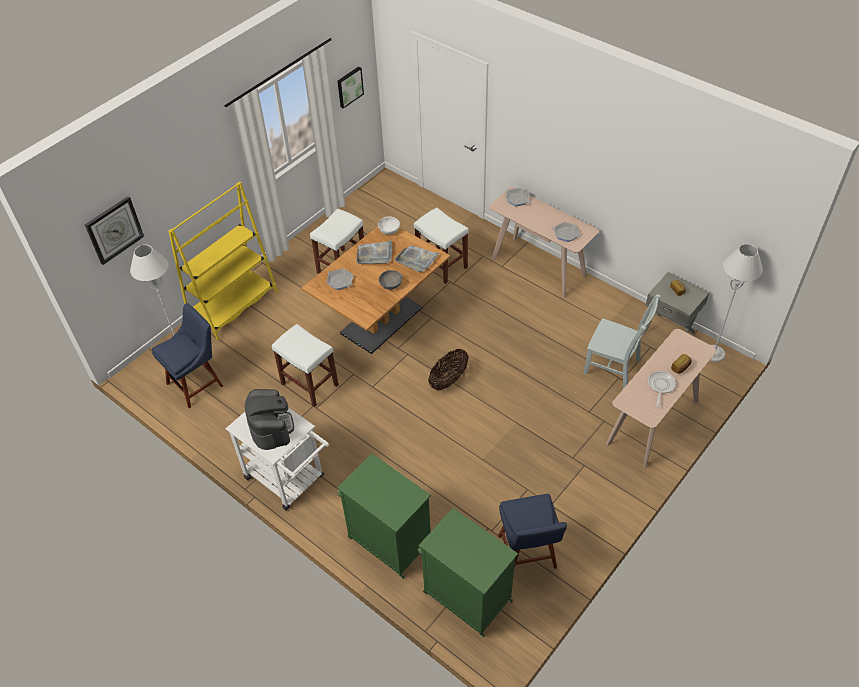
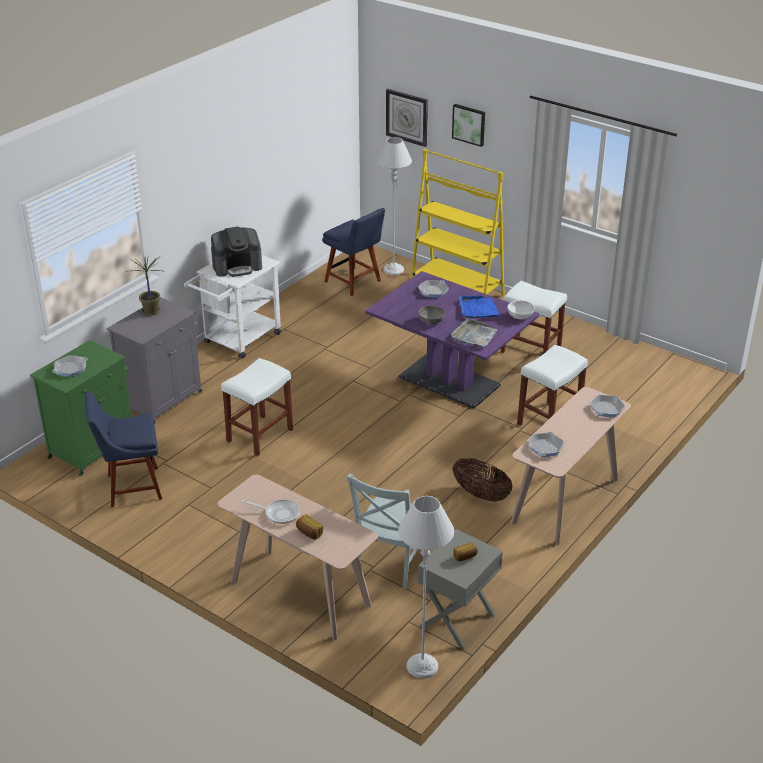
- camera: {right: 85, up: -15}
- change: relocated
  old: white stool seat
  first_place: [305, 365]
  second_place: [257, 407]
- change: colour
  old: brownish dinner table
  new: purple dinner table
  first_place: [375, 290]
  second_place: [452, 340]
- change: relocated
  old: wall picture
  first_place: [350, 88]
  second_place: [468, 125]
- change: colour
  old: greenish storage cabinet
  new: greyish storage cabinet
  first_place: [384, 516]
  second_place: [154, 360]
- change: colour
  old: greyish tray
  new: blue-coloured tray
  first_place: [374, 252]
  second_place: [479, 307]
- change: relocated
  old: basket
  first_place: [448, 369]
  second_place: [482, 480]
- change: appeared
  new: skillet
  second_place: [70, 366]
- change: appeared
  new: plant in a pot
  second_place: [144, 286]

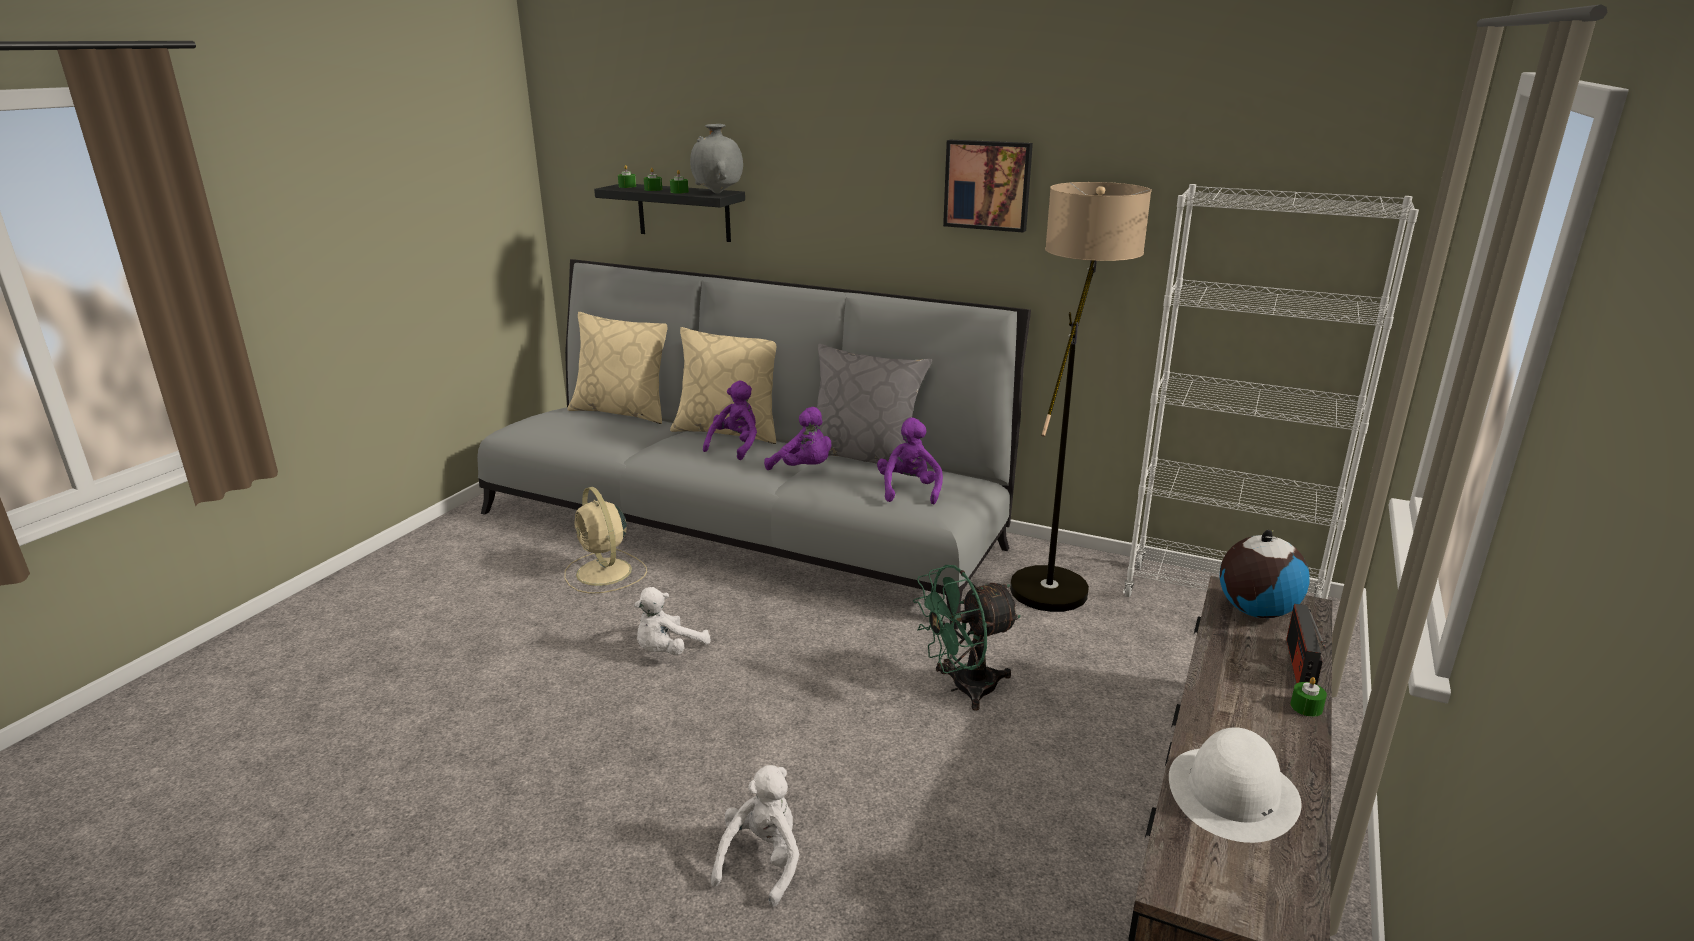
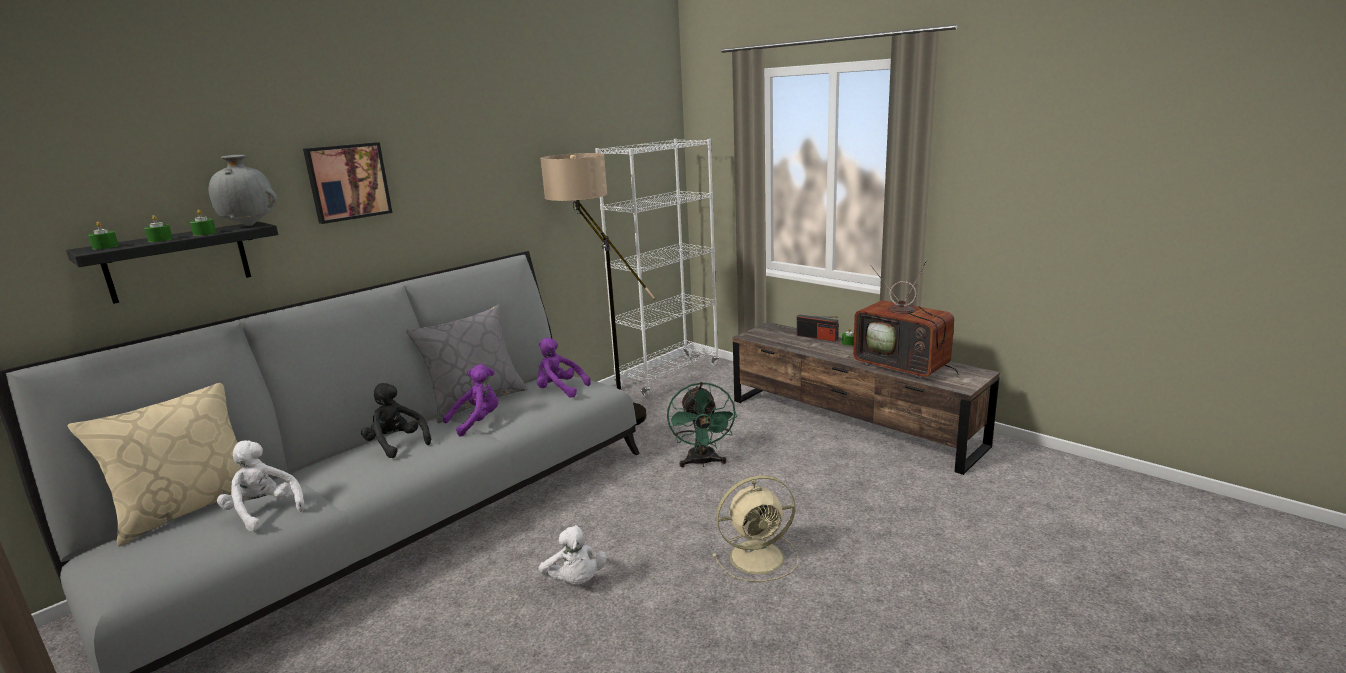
- camera: {right: -70, up: -5}
- change: relocated
  old: beige fan
  first_place: [605, 540]
  second_place: [756, 529]
- change: missing
  old: beige cushion
  first_place: [723, 385]
- change: colour
  old: purple cuddly toy
  new: black-coloured cuddly toy
  first_place: [730, 420]
  second_place: [396, 420]
- change: relocated
  old: white cuddly toy
  first_place: [755, 836]
  second_place: [260, 485]
- change: relocated
  old: wall picture
  first_place: [988, 185]
  second_place: [347, 183]
- change: exchanged
  old: white clothing hat
  new: TV
  first_place: [1235, 785]
  second_place: [906, 319]
- change: missing
  old: globe
  first_place: [1264, 574]

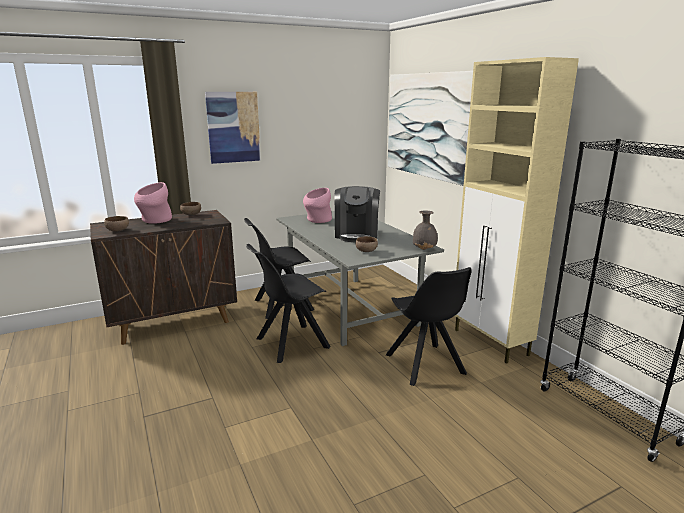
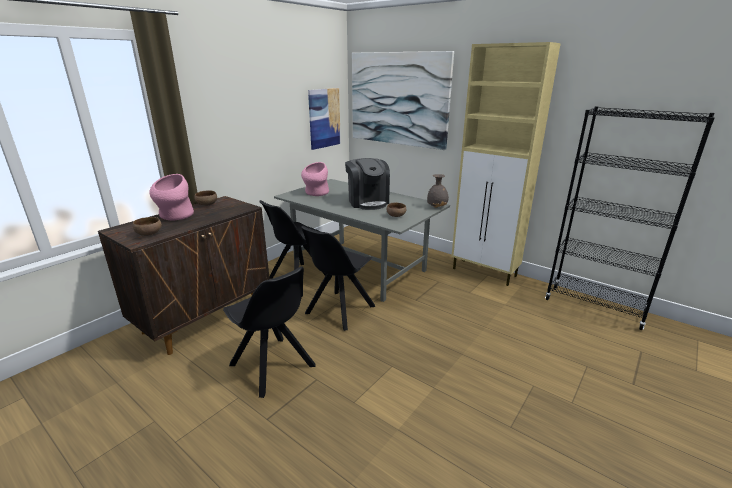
- camera: {right: -25, up: 5}
- change: relocated
  old: wall picture
  first_place: [233, 128]
  second_place: [324, 119]
- change: relocated
  old: black-coloured chair
  first_place: [429, 326]
  second_place: [269, 332]

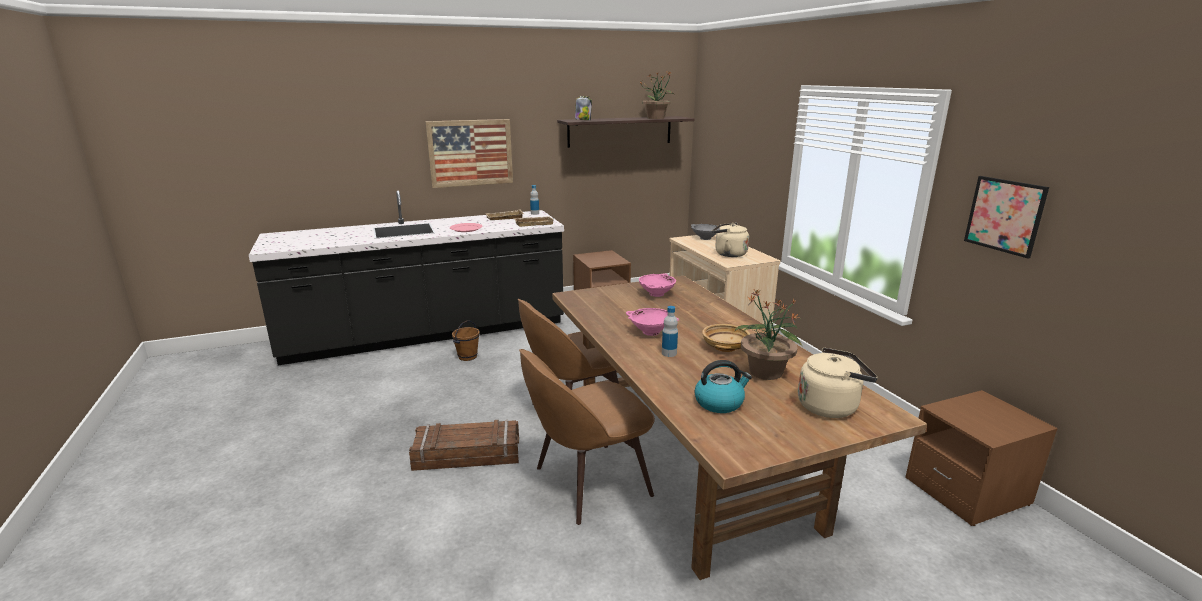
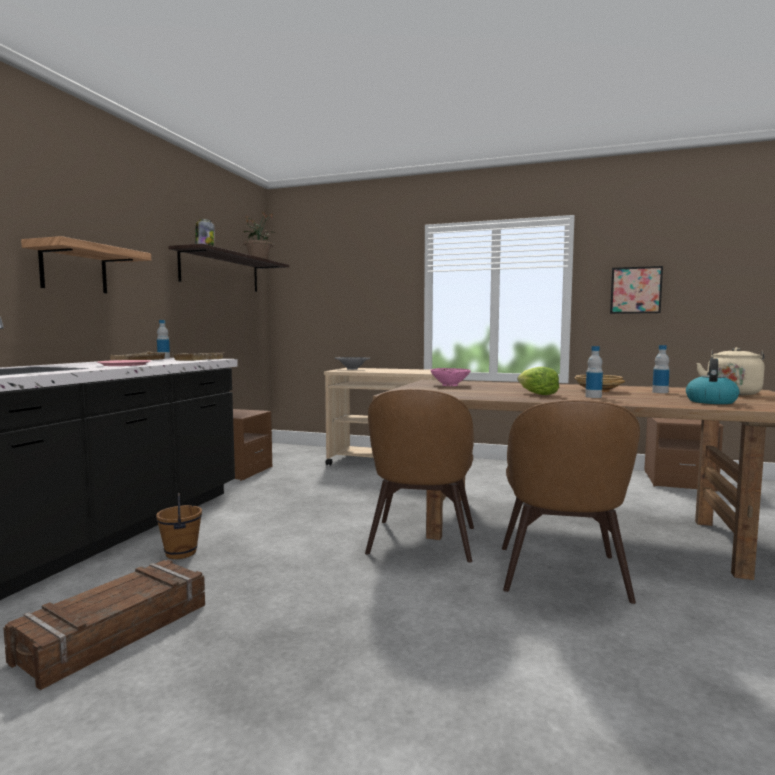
- camera: {right: -50, up: -15}
- change: relocated
  old: crate
  first_place: [464, 445]
  second_place: [104, 624]
- change: exchanged
  old: wall picture
  new: bracket shelf
  first_place: [469, 153]
  second_place: [86, 264]
- change: exchanged
  old: pink-coloured deep dish
  new: head of lettuce
  first_place: [652, 322]
  second_place: [538, 381]
- change: missing
  old: beige tea kettle
  first_place: [730, 240]
- change: exchanged
  old: plant in a pot
  new: beverage bottle
  first_place: [769, 335]
  second_place: [661, 369]

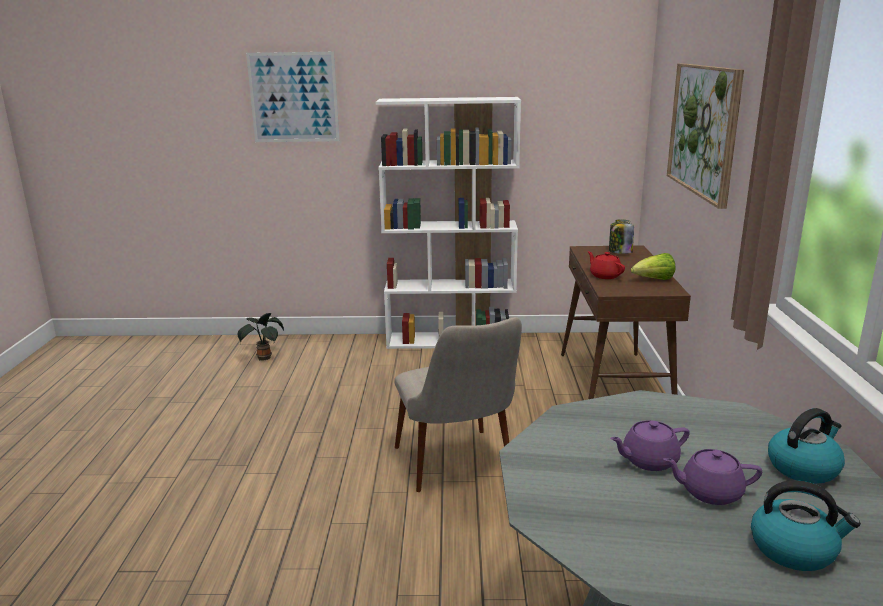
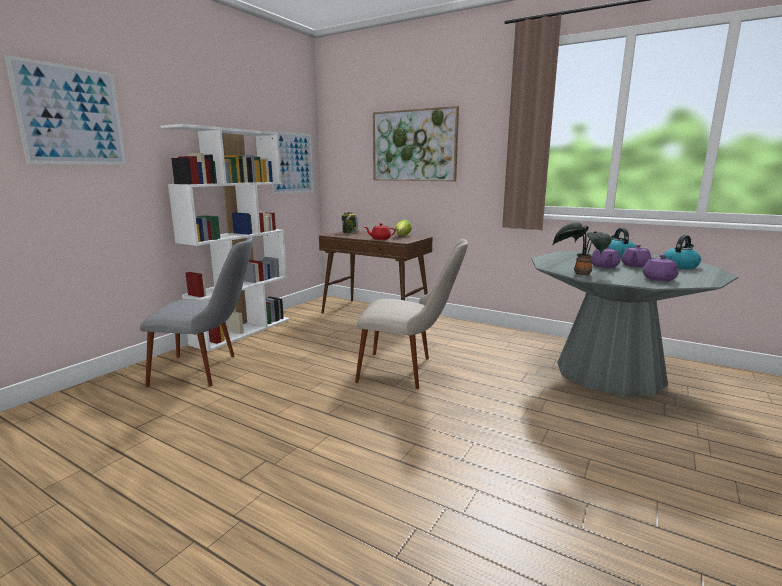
- camera: {right: -60, up: -5}
- change: relocated
  old: plant in a pot
  first_place: [261, 337]
  second_place: [582, 249]
- change: appeared
  new: greyish chair
  second_place: [196, 312]
- change: appeared
  new: wall picture
  second_place: [290, 162]
- change: appeared
  new: purple teapot
  second_place: [660, 268]

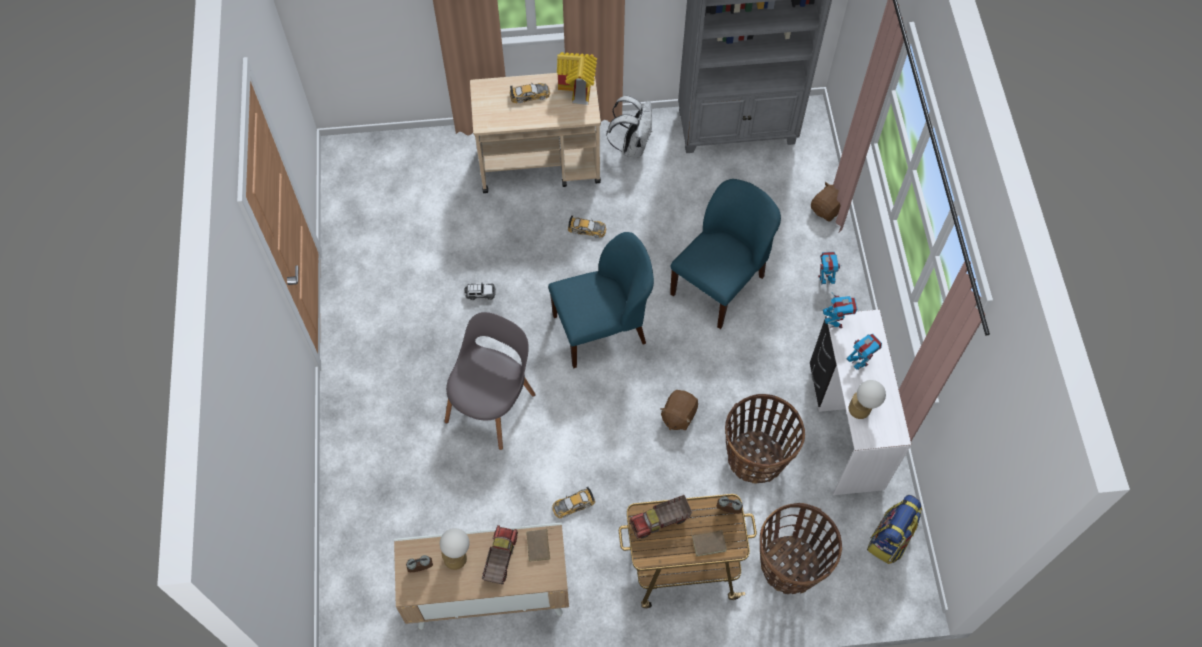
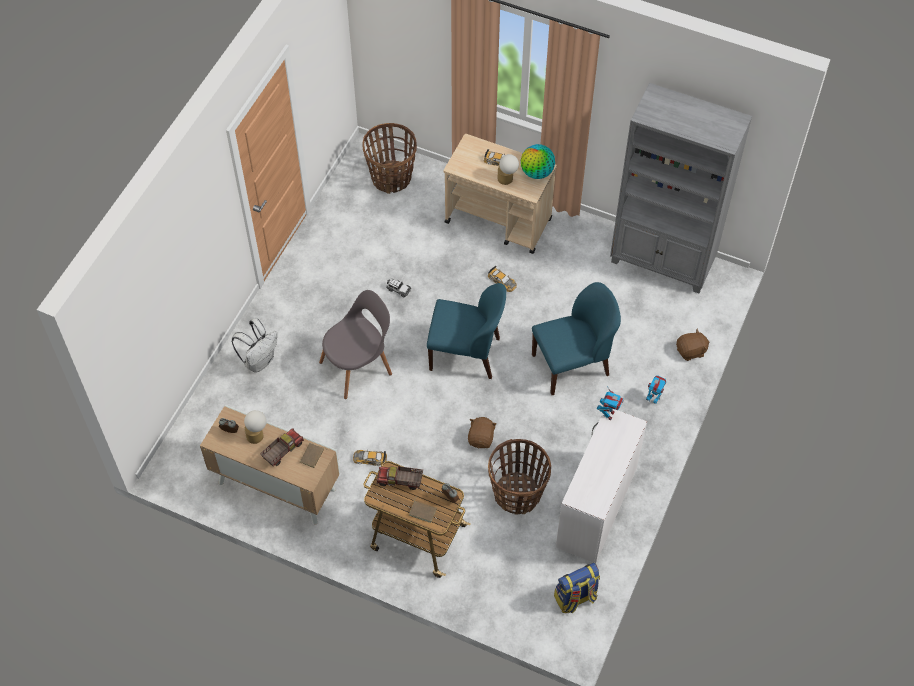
- camera: {right: 30, up: -5}
- change: exchanged
  old: model house
  new: globe
  first_place: [577, 78]
  second_place: [538, 161]
- change: relocated
  old: white rucksack
  first_place: [629, 127]
  second_place: [255, 345]
- change: spun
  old: brownish cuddly toy
  first_place: [679, 410]
  second_place: [482, 433]
  degrees: 135
- change: relocated
  old: basket
  first_place: [801, 548]
  second_place: [389, 158]
- change: missing
  old: robot figure
  first_place: [864, 352]
- change: relocated
  old: lamp for a table
  first_place: [867, 399]
  second_place: [508, 169]

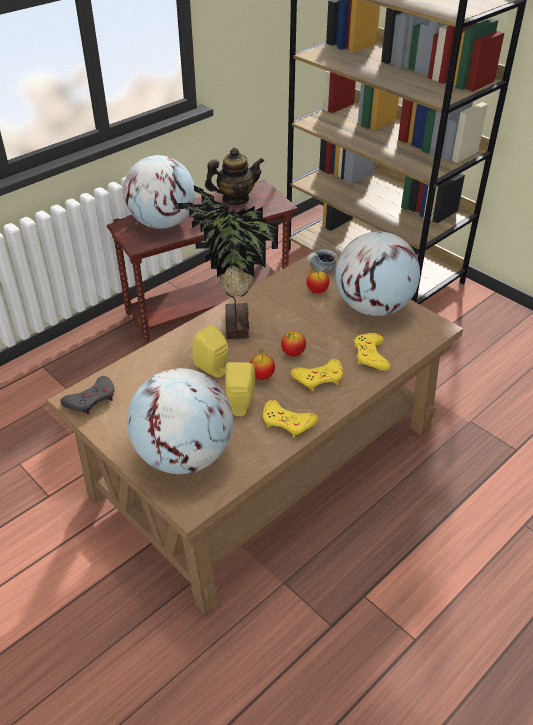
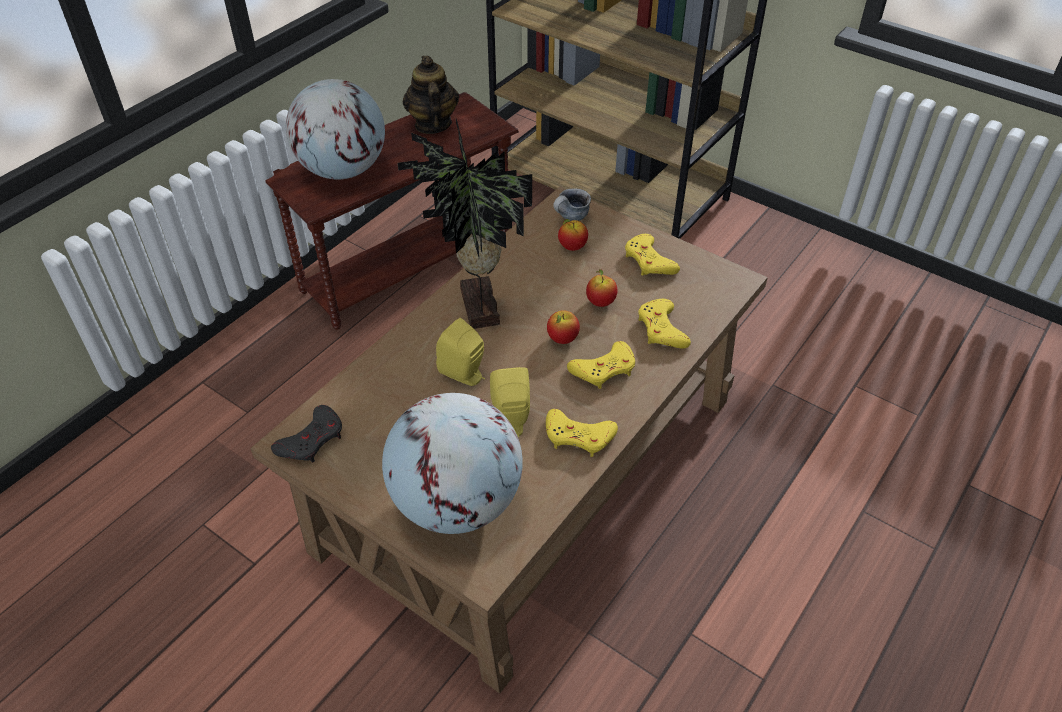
- camera: {right: -10, up: 5}
- change: spun
  old: teapot
  first_place: [234, 176]
  second_place: [431, 95]
  degrees: -75
- change: relocated
  old: whole apple
  first_place: [262, 364]
  second_place: [602, 288]
- change: exchanged
  old: globe
  new: yellow-coloured gamepad
  first_place: [378, 273]
  second_place: [652, 255]

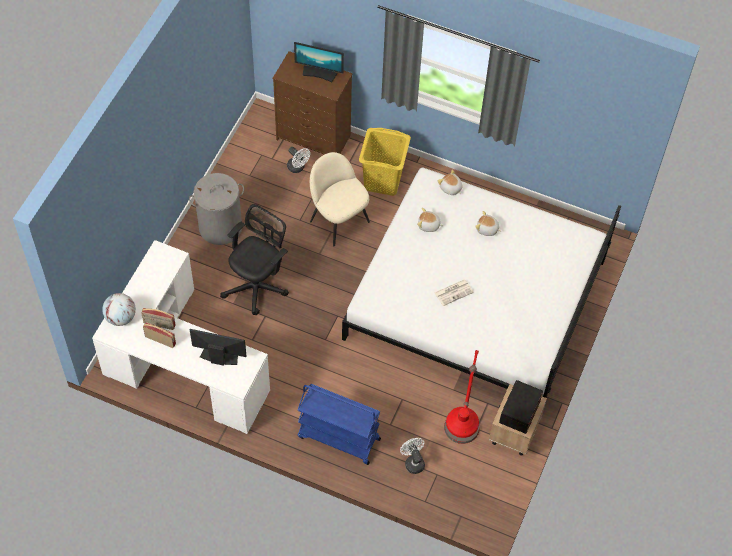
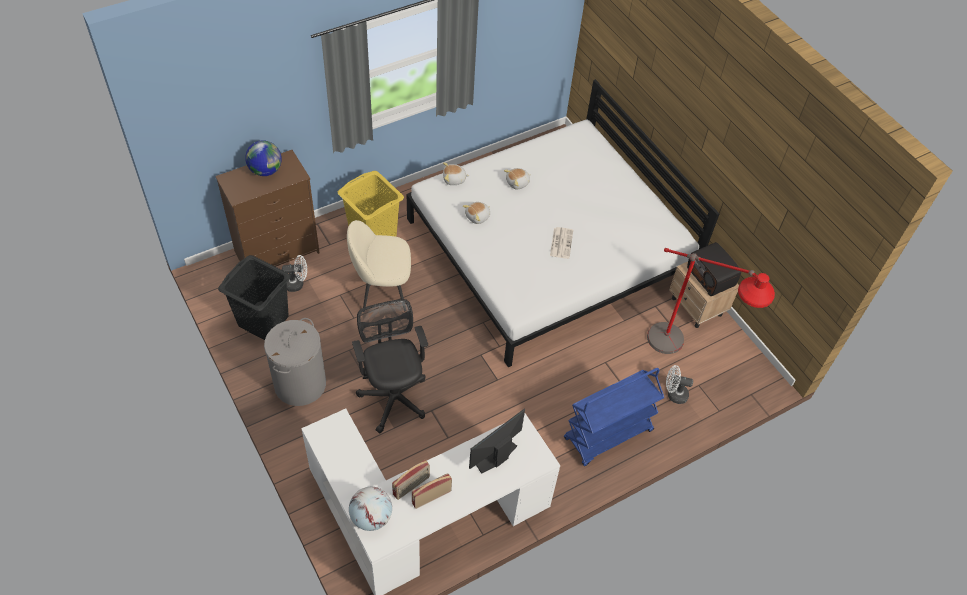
- camera: {right: -55, up: -5}
- change: exchanged
  old: computer screen
  new: globe
  first_place: [319, 62]
  second_place: [263, 158]
- change: appeared
  new: black-coloured washing basket
  second_place: [254, 297]

